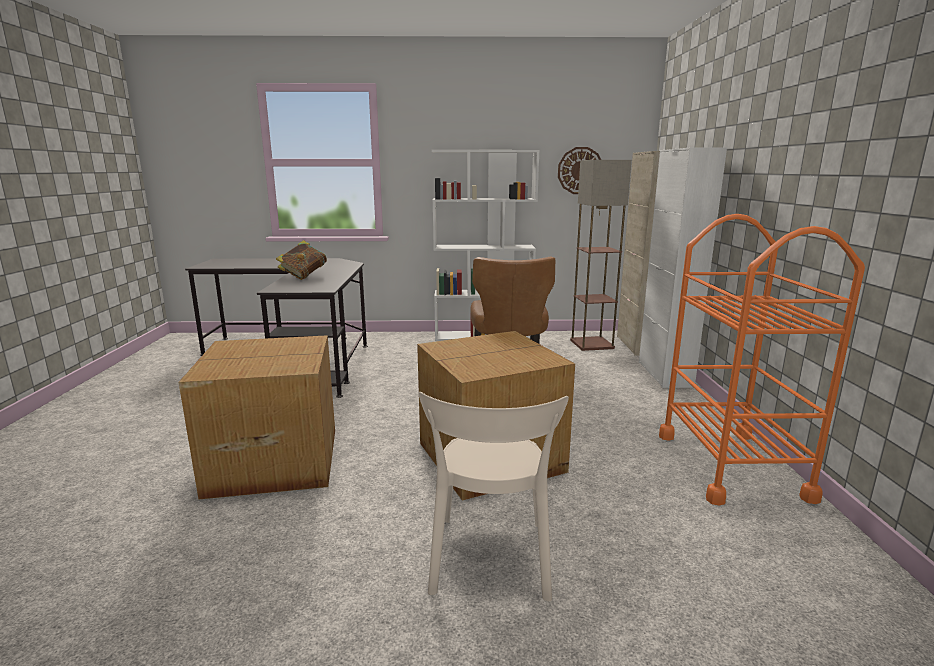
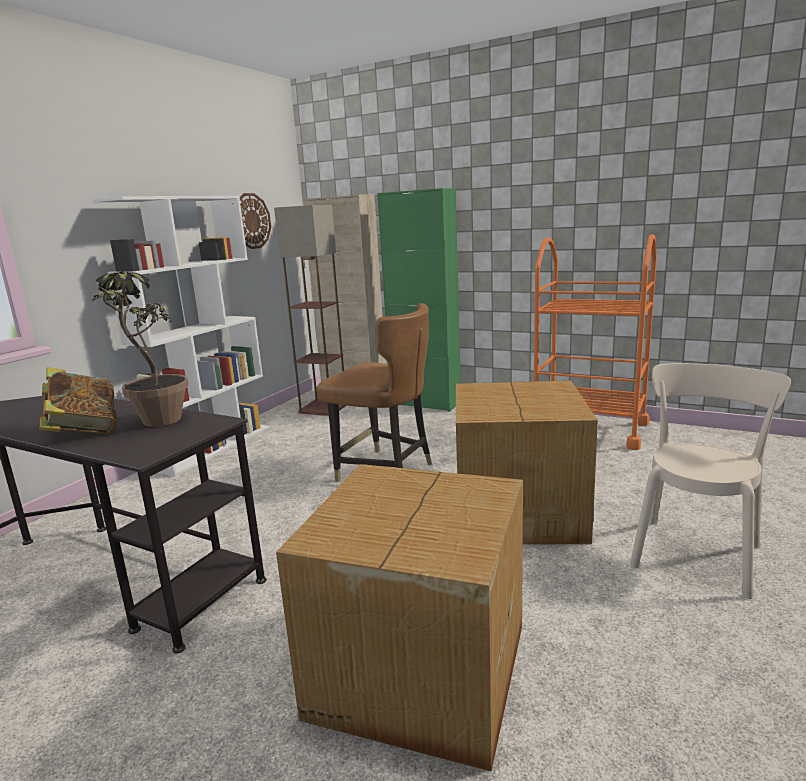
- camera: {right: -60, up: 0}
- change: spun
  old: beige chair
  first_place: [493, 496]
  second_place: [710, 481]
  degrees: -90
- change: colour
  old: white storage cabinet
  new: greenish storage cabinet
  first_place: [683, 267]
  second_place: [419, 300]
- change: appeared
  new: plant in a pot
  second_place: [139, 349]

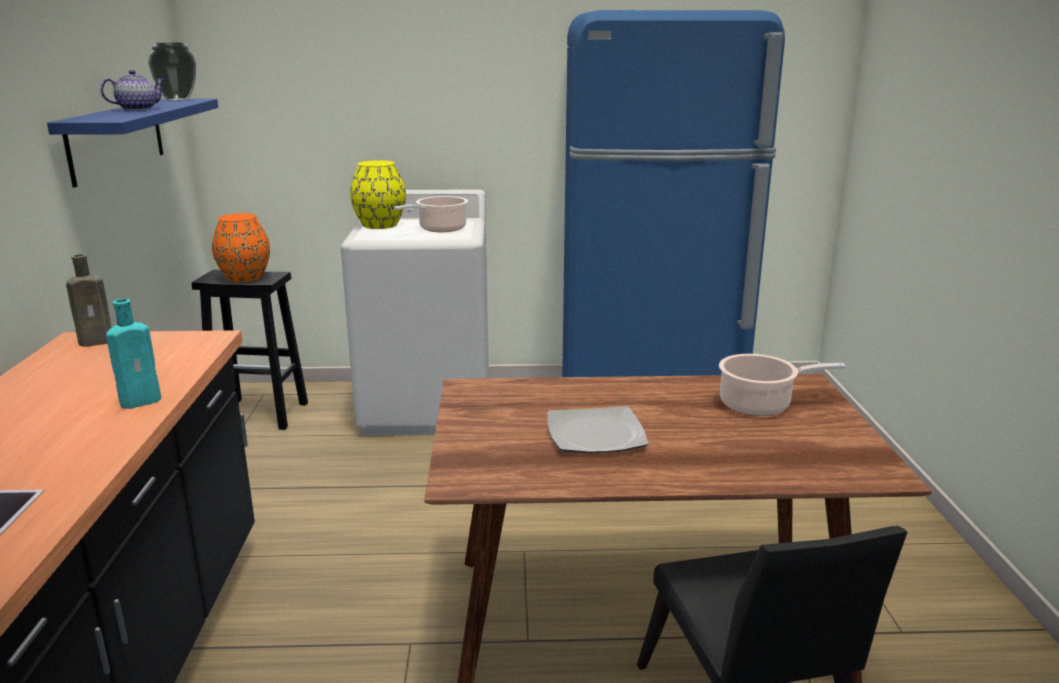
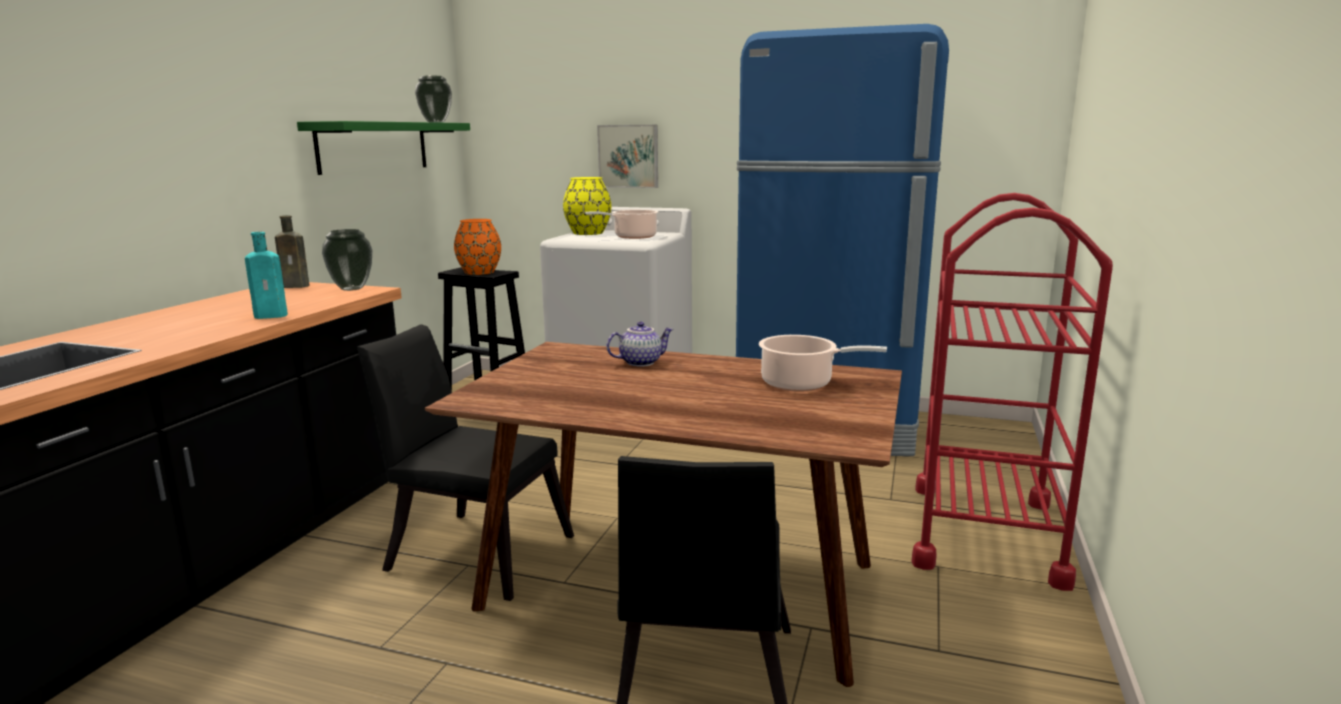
- camera: {right: 20, up: -5}
- change: colour
  old: blue-coloured bracket shelf
  new: greenish bracket shelf
  first_place: [132, 143]
  second_place: [383, 148]
- change: relocated
  old: teapot
  first_place: [133, 90]
  second_place: [640, 344]
- change: missing
  old: dinner plate
  first_place: [598, 429]
- change: appeared
  new: vase
  second_place: [347, 260]
- change: appeared
  new: black-coloured chair
  second_place: [465, 462]
- change: appeared
  new: wall picture
  second_place: [627, 156]
- change: appeared
  new: reddish wheeled cart
  second_place: [1012, 392]

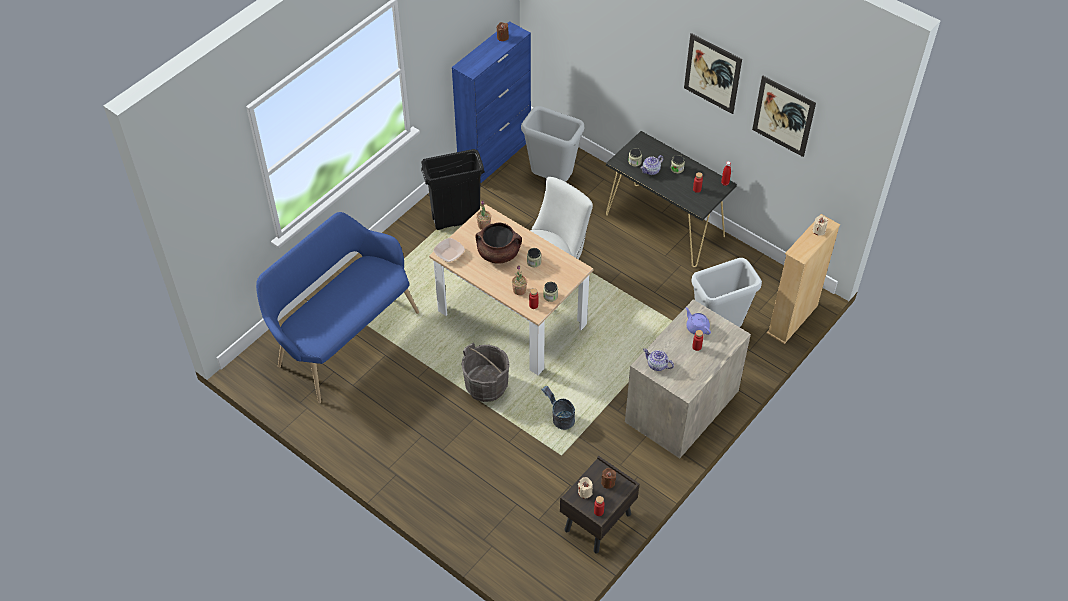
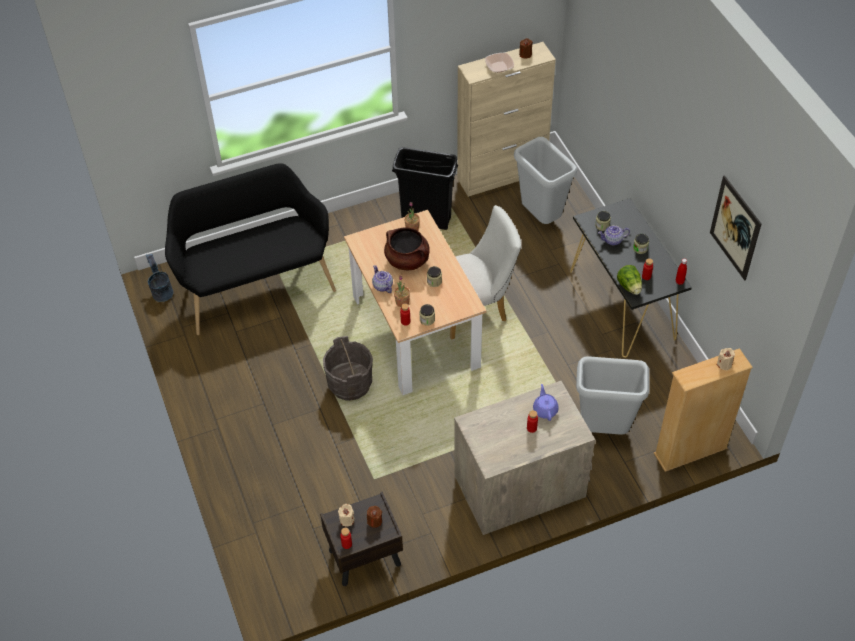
- camera: {right: 30, up: 0}
- change: colour
  old: blue-coloured long seat
  new: black-coloured long seat
  first_place: [337, 307]
  second_place: [250, 249]
- change: relocated
  old: deep dish
  first_place: [449, 250]
  second_place: [499, 63]
- change: colour
  old: blue-coloured storage cabinet
  new: beige storage cabinet
  first_place: [491, 102]
  second_place: [506, 119]
- change: relocated
  old: greyish pail
  first_place: [558, 408]
  second_place: [159, 278]
- change: relocated
  old: teapot
  first_place: [658, 360]
  second_place: [382, 279]
- change: missing
  old: wall picture
  first_place: [713, 73]
- change: appeared
  new: head of lettuce
  second_place: [629, 280]

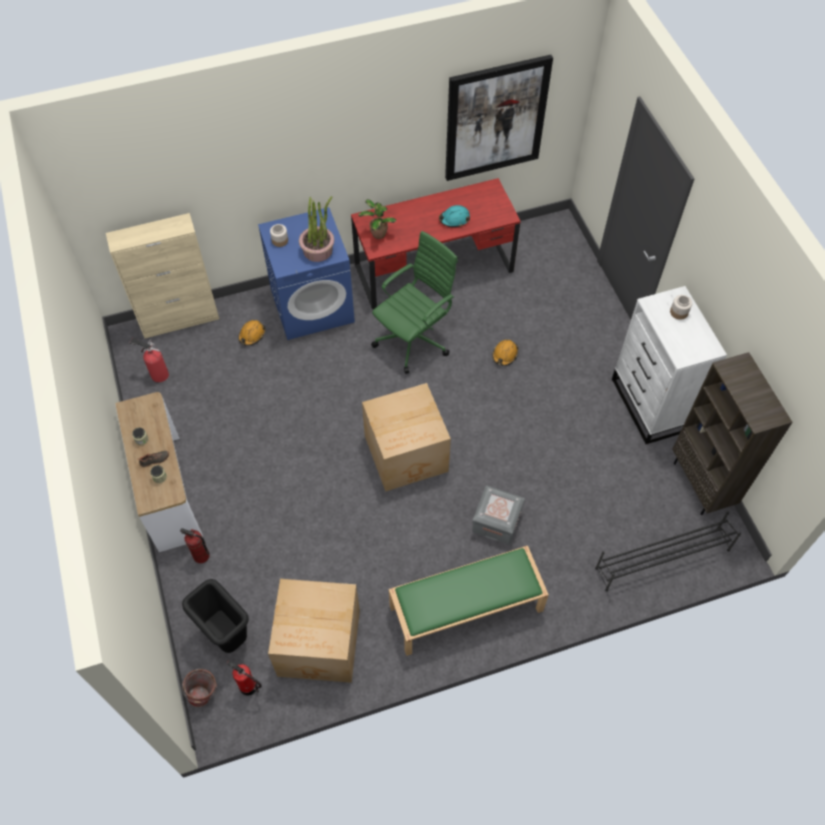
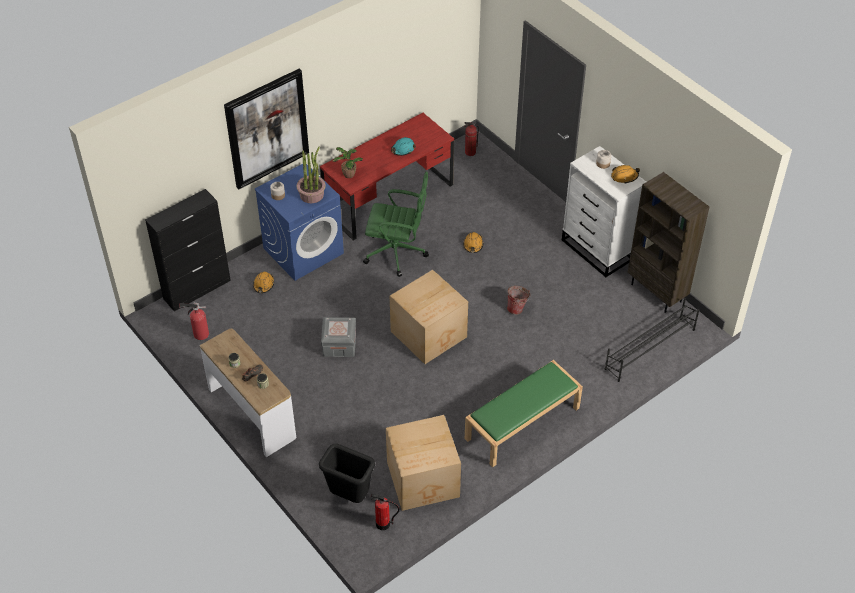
- camera: {right: -20, up: -10}
- change: colour
  old: beige storage cabinet
  new: black-coloured storage cabinet
  first_place: [162, 276]
  second_place: [188, 250]
- change: relocated
  old: fire-fighting cylinder
  first_place: [195, 545]
  second_place: [471, 139]
- change: relocated
  old: pail
  first_place: [199, 688]
  second_place: [518, 300]
- change: spun
  old: greenish office chair
  first_place: [414, 302]
  second_place: [396, 224]
  degrees: 75
- change: relocated
  old: wall picture
  first_place: [499, 118]
  second_place: [266, 129]
- change: relocated
  old: greyish storage container
  first_place: [498, 515]
  second_place: [338, 337]
- change: appeared
  new: orange-coloured work helmet
  second_place: [625, 174]

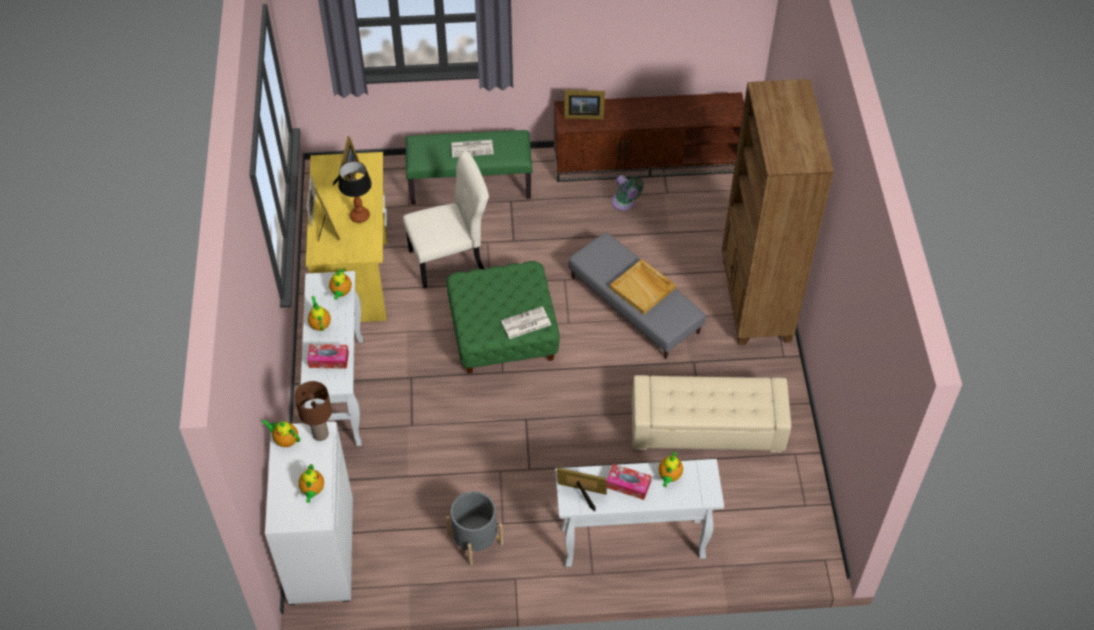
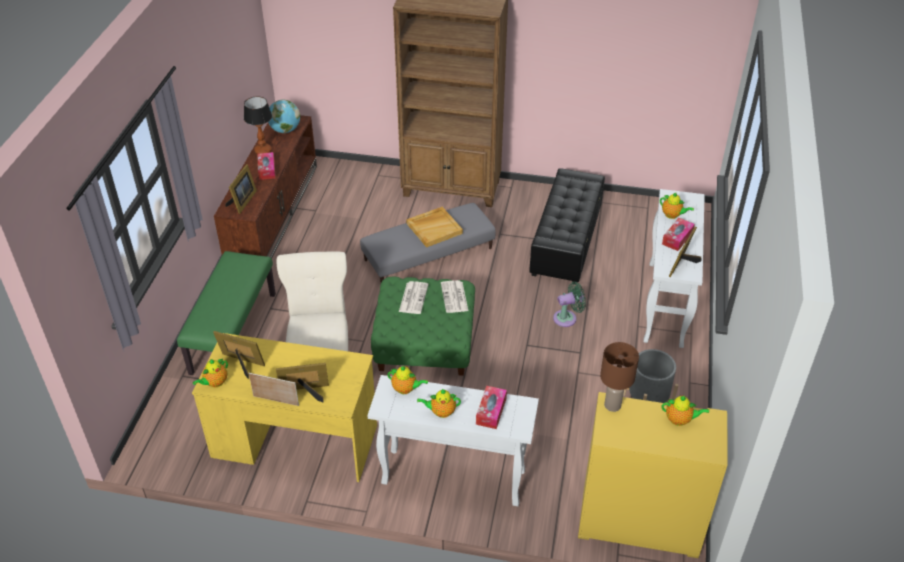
- camera: {right: -75, up: -10}
- change: relocated
  old: teapot
  first_place: [280, 433]
  second_place: [210, 373]
- change: colour
  old: white storage cabinet
  new: yellow-coloured storage cabinet
  first_place: [309, 513]
  second_place: [652, 475]
- change: relocated
  old: lamp for a table
  first_place: [355, 192]
  second_place: [258, 125]
- change: relocated
  old: printed paper
  first_place: [472, 149]
  second_place: [413, 297]
- change: relocated
  old: greenish fan
  first_place: [628, 193]
  second_place: [569, 304]
- change: colour
  old: beige ottoman
  new: black-coloured ottoman
  first_place: [711, 413]
  second_place: [567, 226]
- change: appeared
  new: tissue holder
  second_place: [266, 166]
- change: appeared
  new: globe
  second_place: [284, 116]

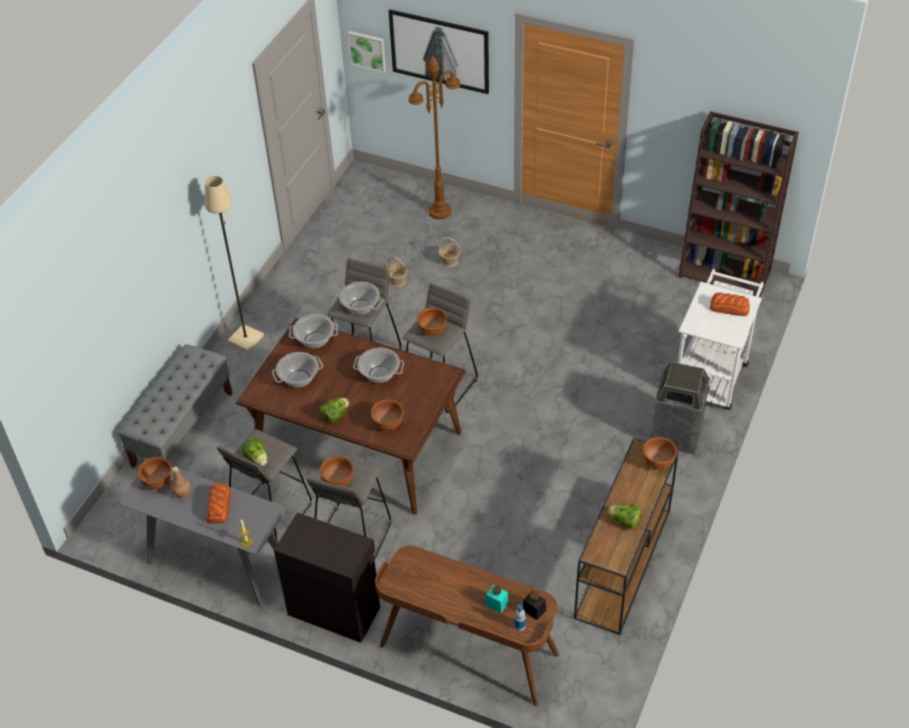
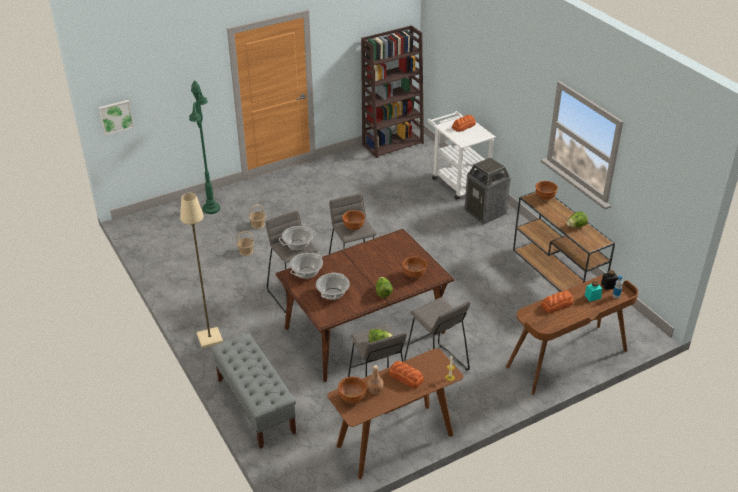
- camera: {right: -55, up: -10}
- change: colour
  old: greyish console table
  new: brownish console table
  first_place: [202, 537]
  second_place: [395, 413]
- change: missing
  old: black-coloured storage cabinet
  first_place: [327, 577]
- change: missing
  old: brownish deep dish
  first_place: [337, 471]
- change: missing
  old: stockpot
  first_place: [378, 365]
- change: missing
  old: wall picture
  first_place: [439, 51]
- change: colour
  old: brownish standing lamp
  new: greenish standing lamp
  first_place: [434, 137]
  second_place: [204, 147]
- change: appeared
  new: baked bread
  second_place: [557, 302]

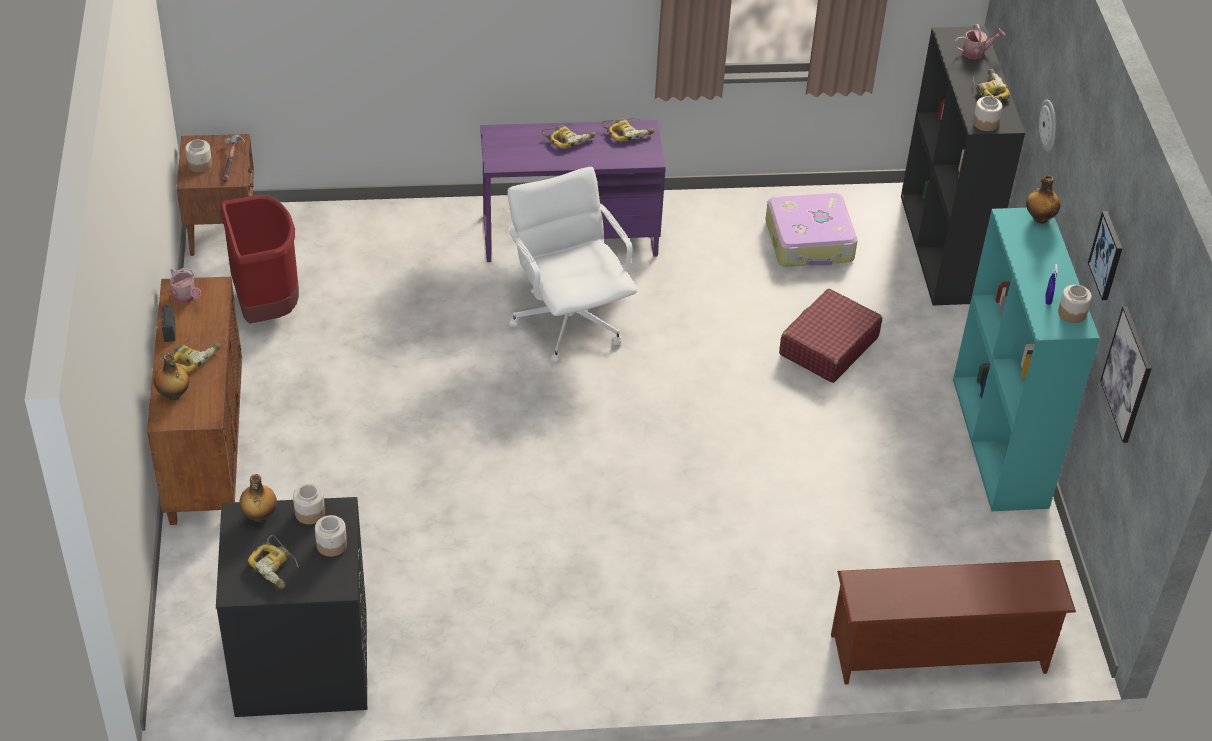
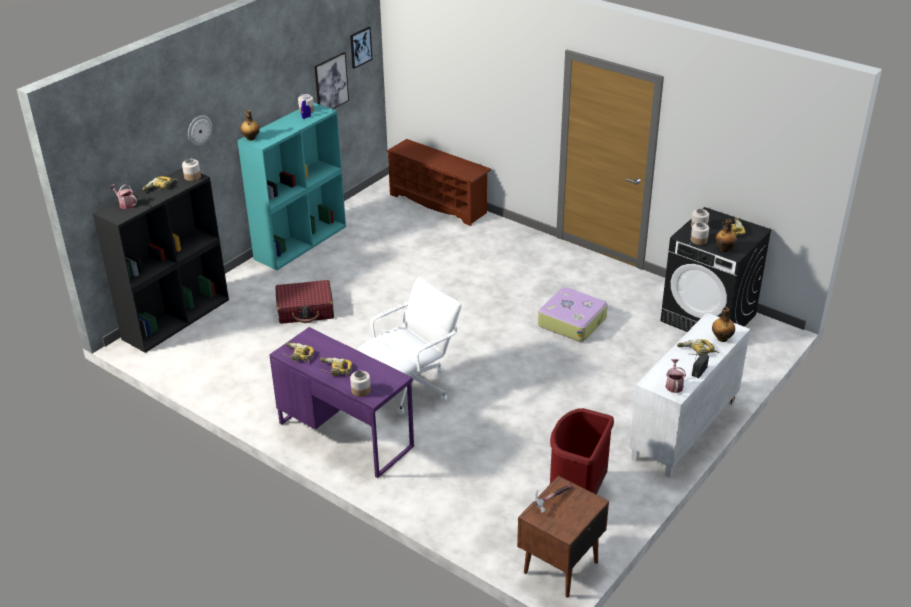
- camera: {right: -135, up: -10}
- change: colour
  old: brownish storage cabinet
  new: white storage cabinet
  first_place: [194, 401]
  second_place: [689, 395]
- change: relocated
  old: storage jar
  first_place: [198, 156]
  second_place: [360, 384]
- change: spun
  old: white office chair
  first_place: [572, 265]
  second_place: [410, 346]
  degrees: -150
- change: relocated
  old: travel case
  first_place: [811, 230]
  second_place: [573, 314]
- change: relocated
  old: wall picture
  first_place: [1105, 255]
  second_place: [361, 48]

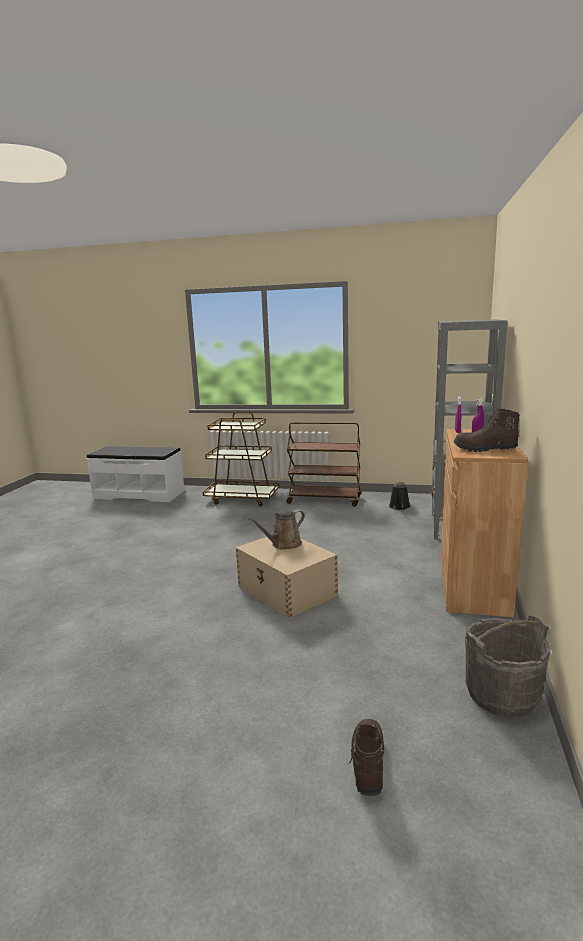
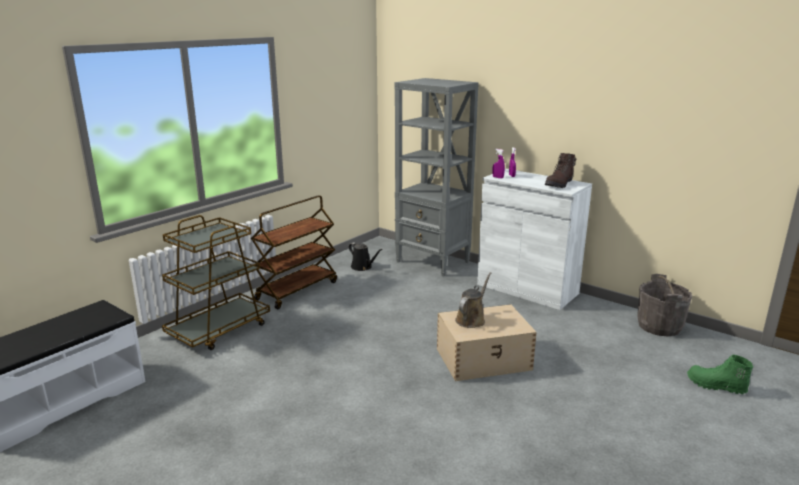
- camera: {right: -65, up: 5}
- change: spun
  old: brownish watering pot
  first_place: [276, 530]
  second_place: [473, 300]
  degrees: -135
- change: colour
  old: brownish high-top boot
  new: greenish high-top boot
  first_place: [366, 757]
  second_place: [720, 374]
- change: colour
  old: brownish storage cabinet
  new: white storage cabinet
  first_place: [484, 523]
  second_place: [534, 239]

